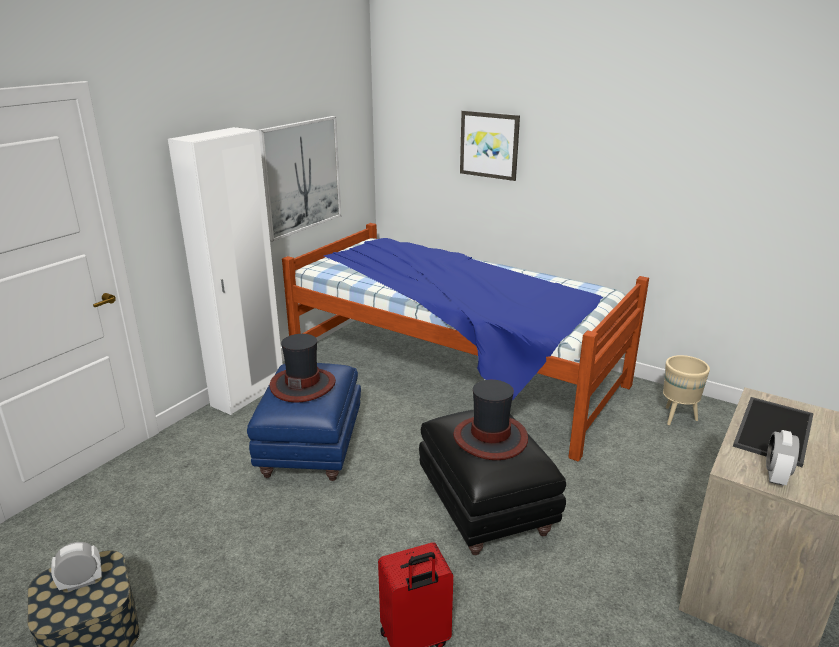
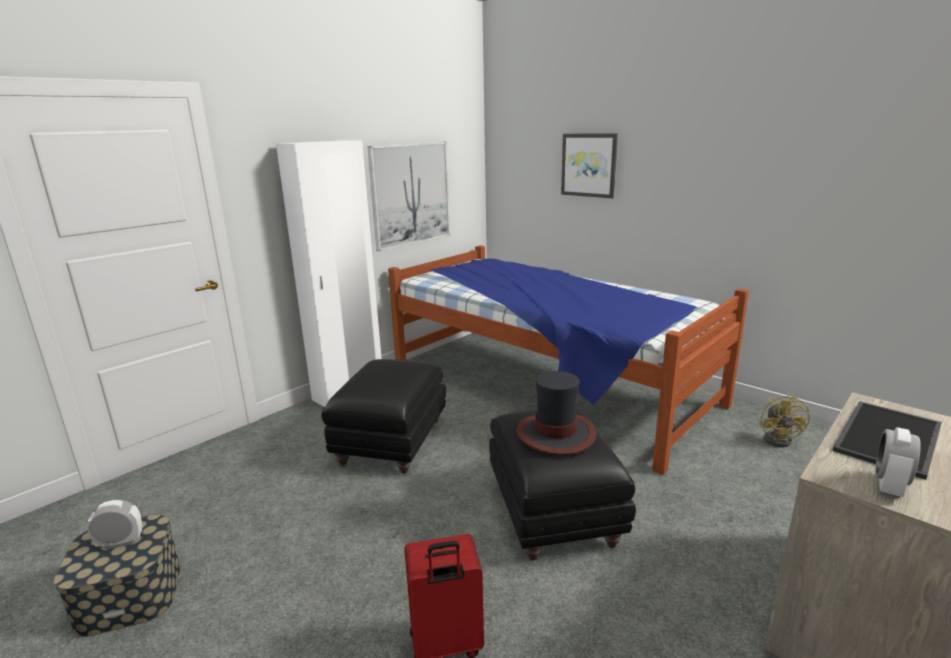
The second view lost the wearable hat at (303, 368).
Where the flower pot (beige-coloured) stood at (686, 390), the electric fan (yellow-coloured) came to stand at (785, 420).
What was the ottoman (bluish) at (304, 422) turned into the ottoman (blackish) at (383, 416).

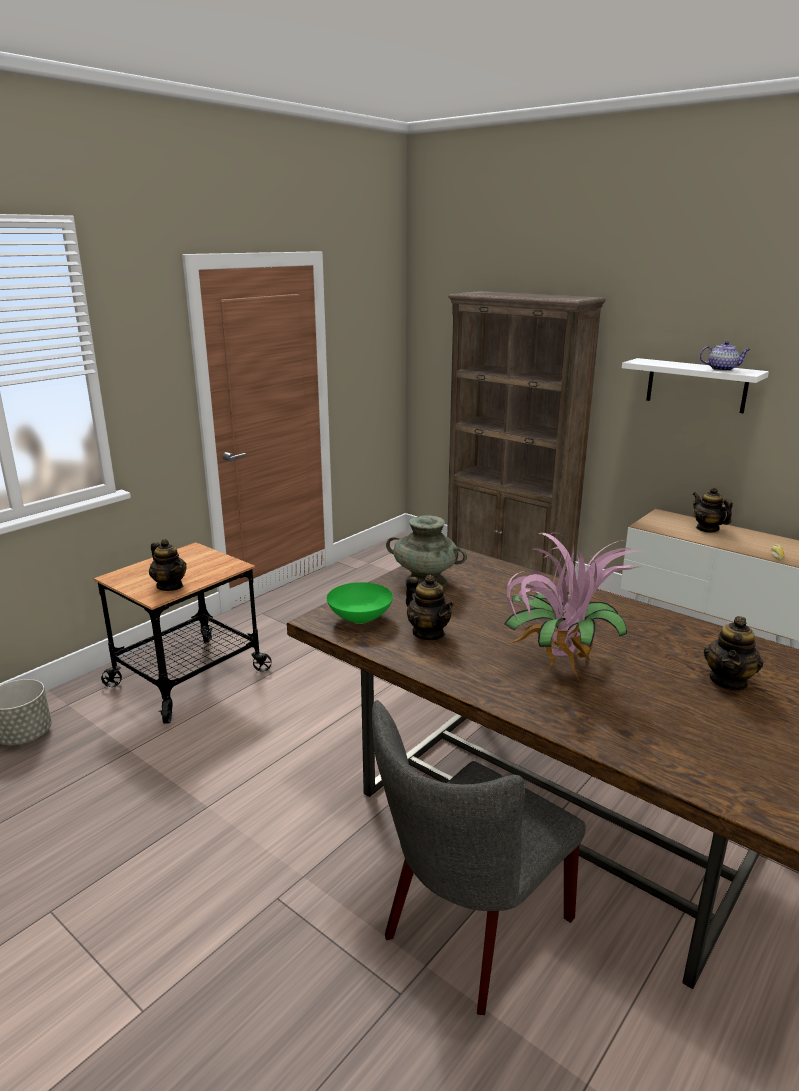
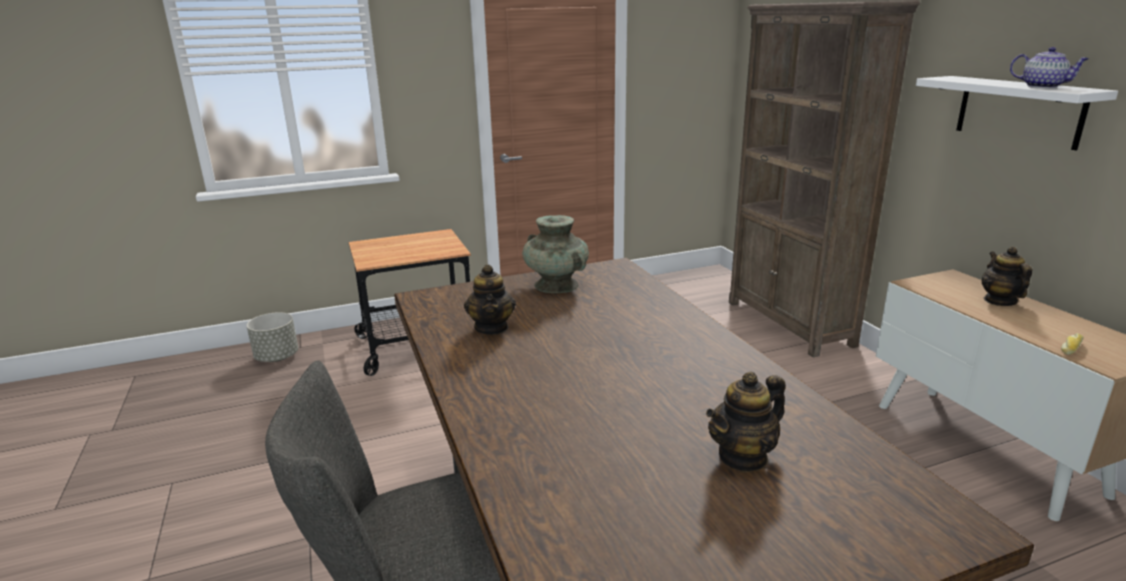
The second view lost the potted plant at (572, 606).
The second view lost the pot for tea at (168, 565).
The second view lost the bowl (greenish) at (360, 603).

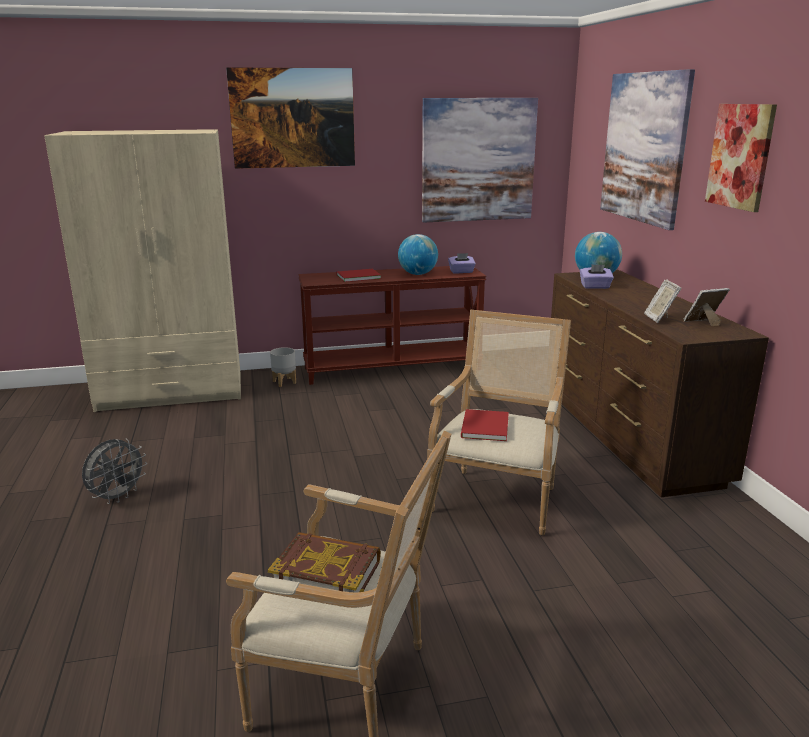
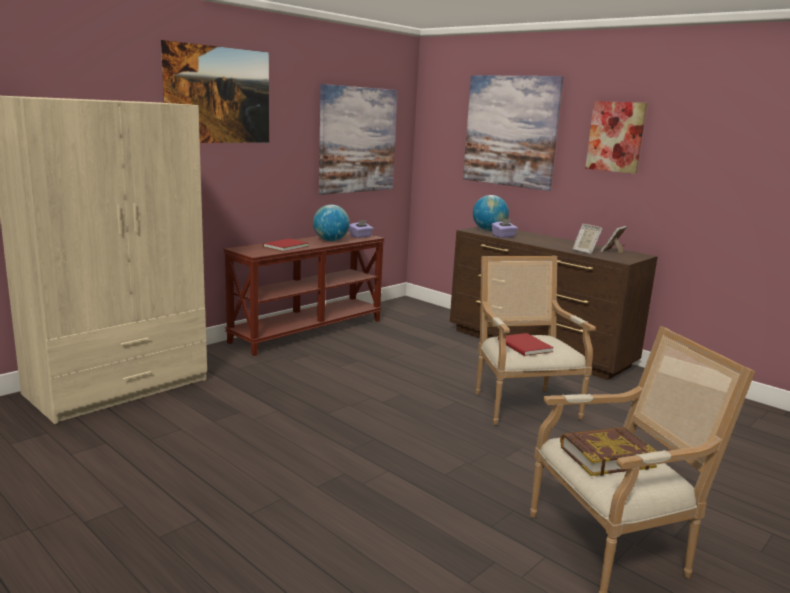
The second view lost the flower pot (gray) at (283, 367).
The second view lost the electric fan (gray) at (114, 471).

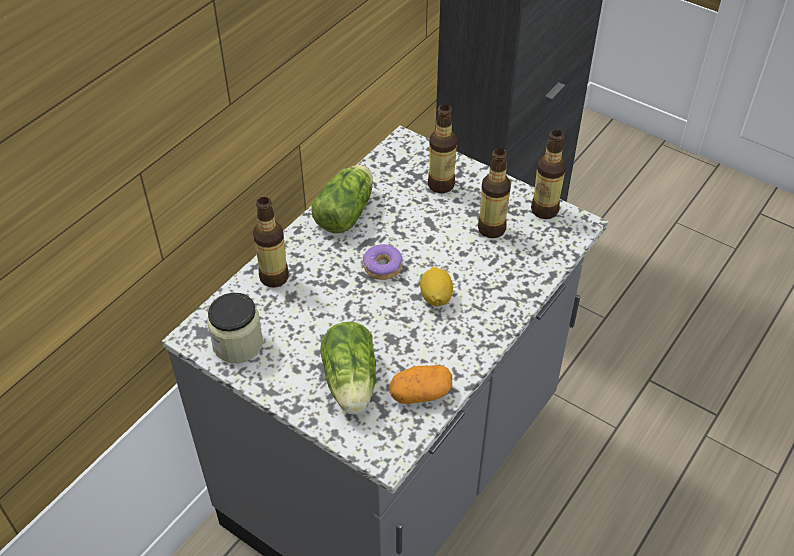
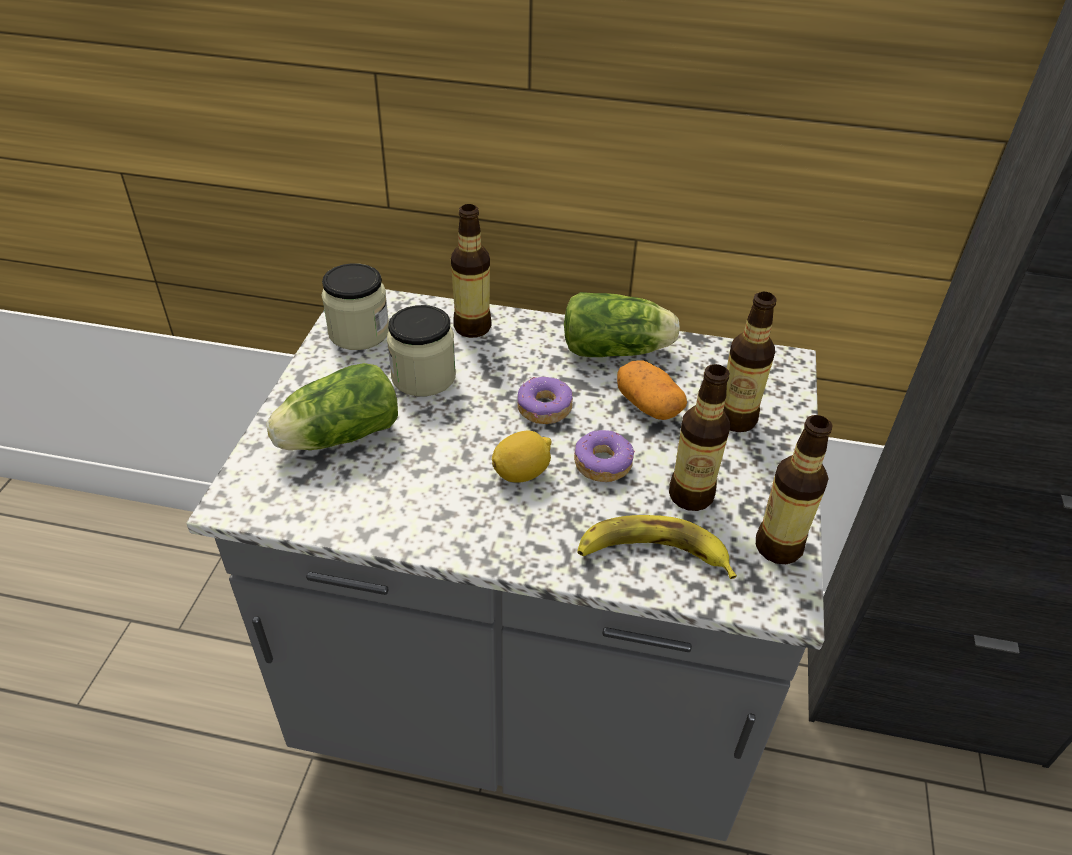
The potato ended up elsewhere, having gone from (420, 384) to (652, 390).
The second view gained the jar at (421, 350).
The second view gained the doughnut at (604, 456).
The second view gained the banana fruit at (657, 547).

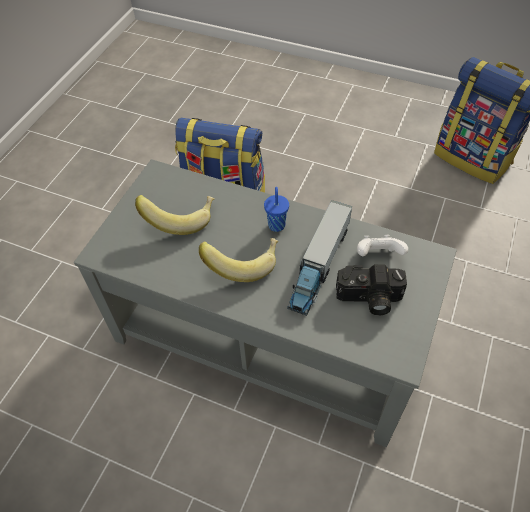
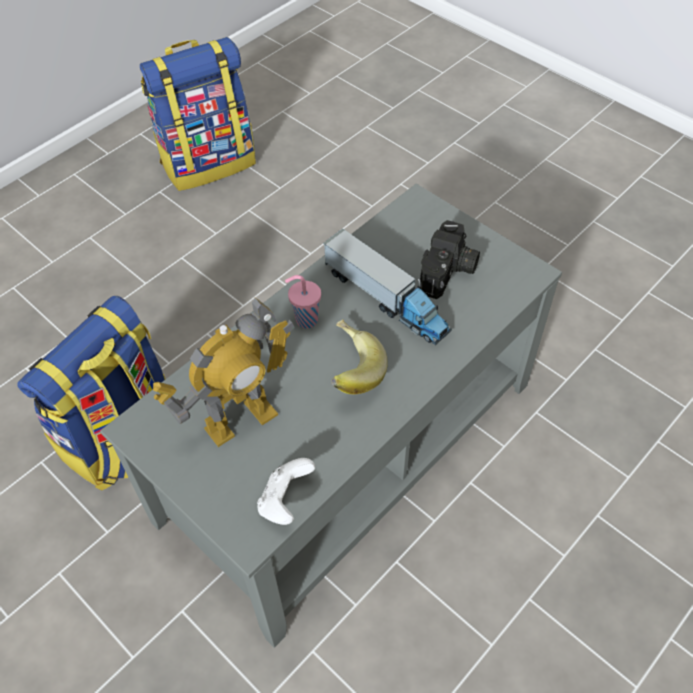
What was the cup (bluish) at (276, 209) turned into the cup (pink) at (303, 301).
Where the banana fruit stood at (174, 215), the robot figure came to stand at (224, 372).
The gamepad (white-coloured) ended up elsewhere, having gone from (382, 245) to (286, 491).

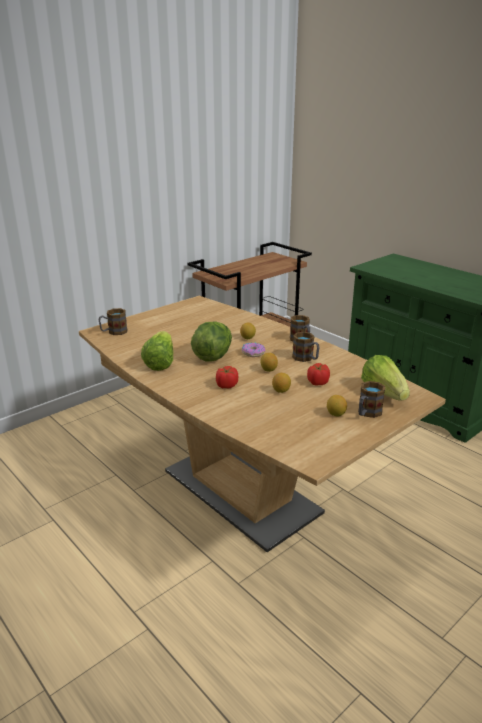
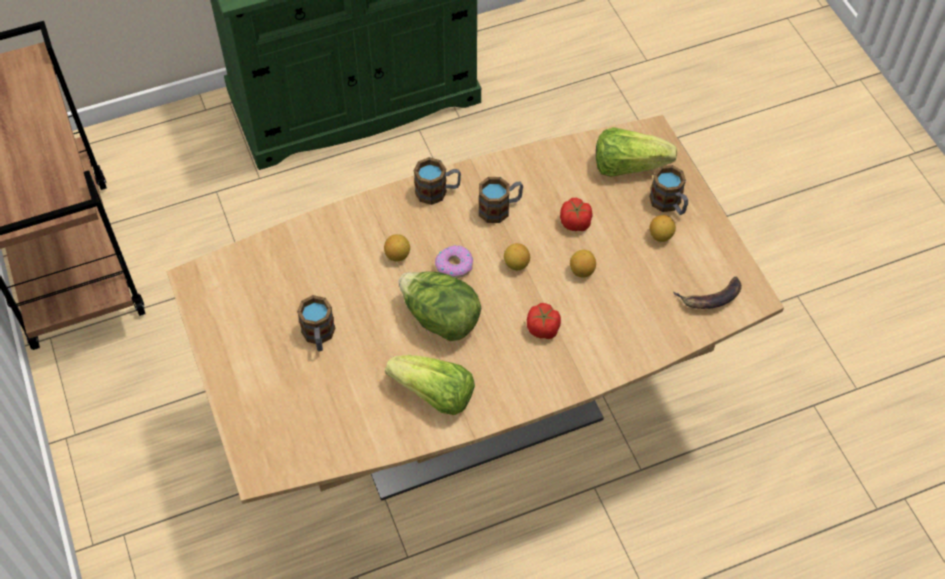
The mug ended up elsewhere, having gone from (113, 321) to (316, 323).
The second view gained the banana fruit at (707, 293).

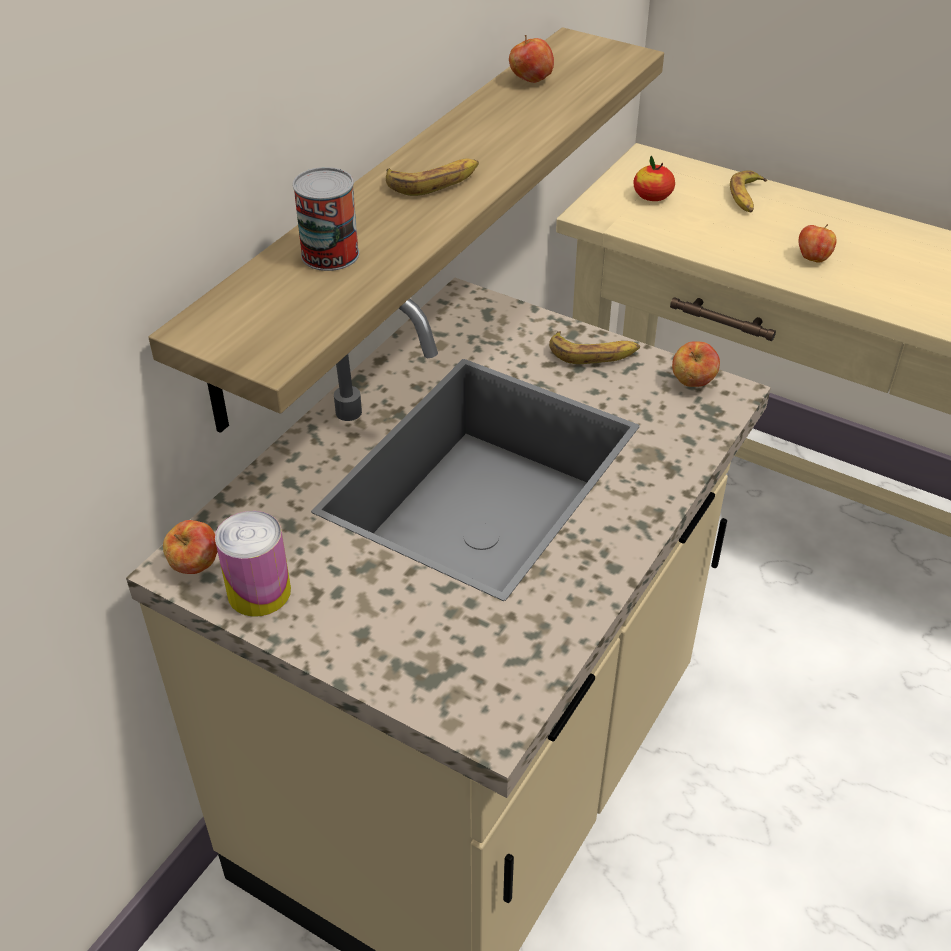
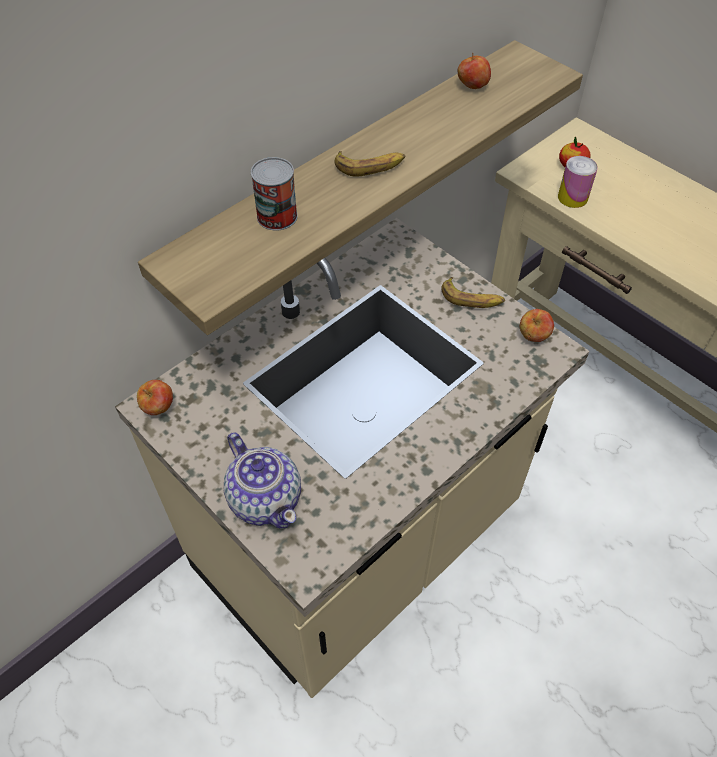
The second view lost the banana fruit at (748, 191).
The second view lost the apple fruit at (817, 243).
The sealed can ended up elsewhere, having gone from (253, 564) to (578, 182).
The second view gained the pot for tea at (262, 480).

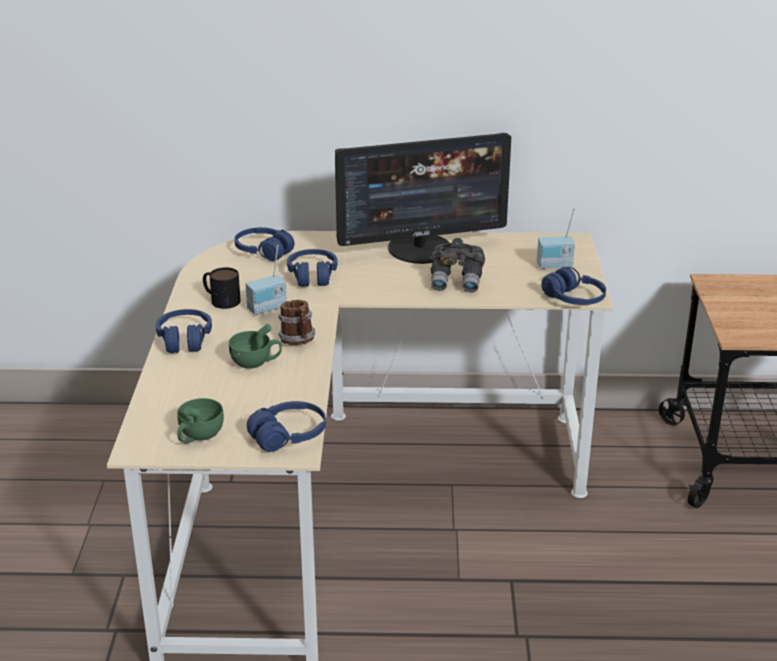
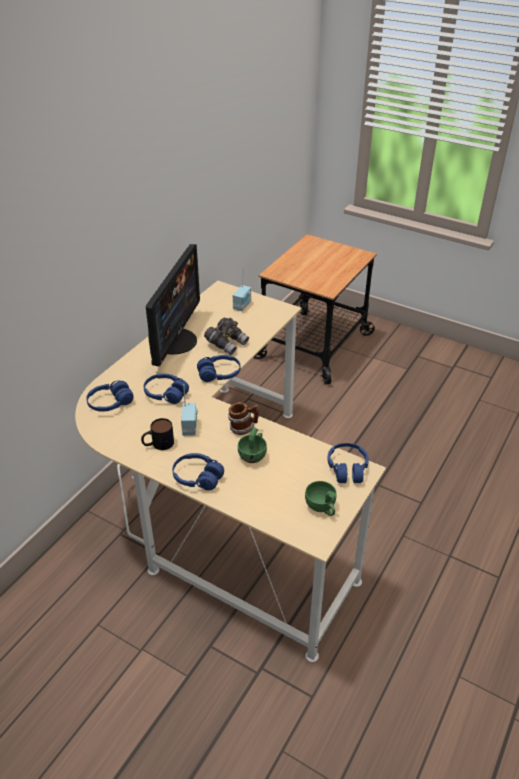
The pair of headphones (bluish) ended up elsewhere, having gone from (573, 286) to (219, 368).

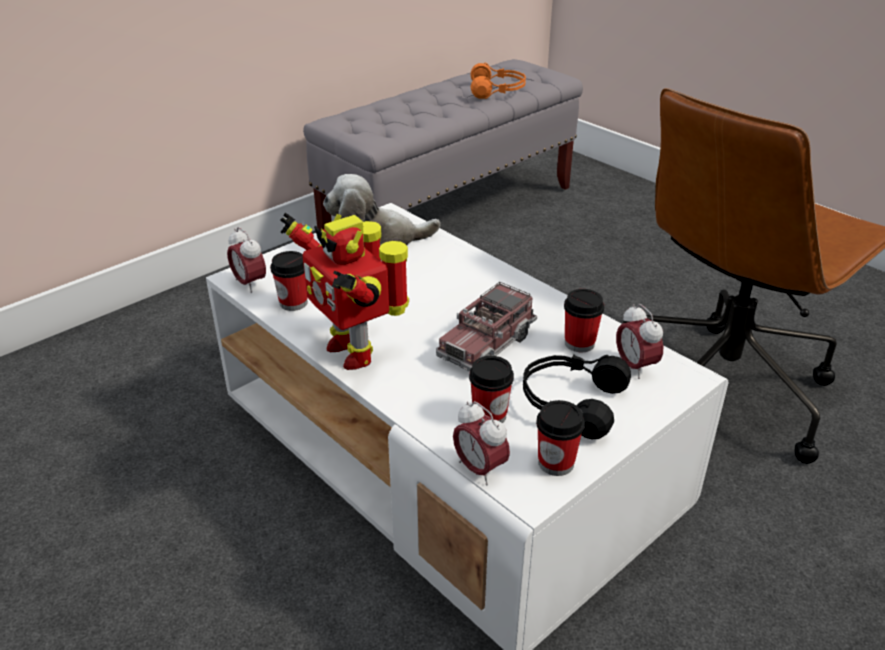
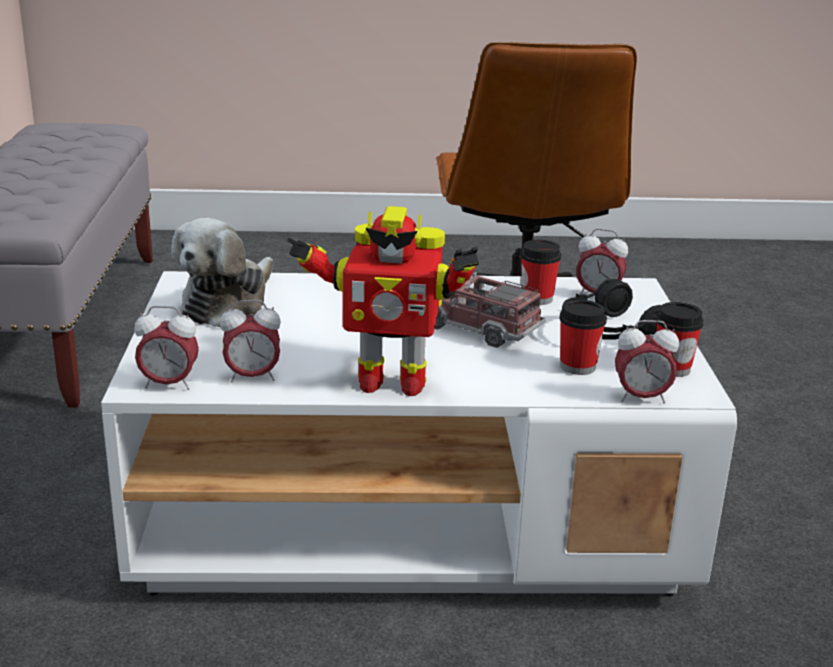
The second view lost the pair of headphones (orange) at (498, 80).
Where the cup stood at (289, 281), the table clock came to stand at (250, 341).
The toy lorry at (486, 327) ended up facing another way, 135 degrees clockwise from before.

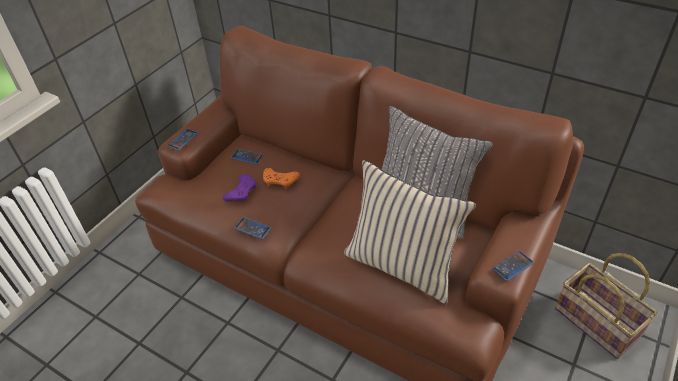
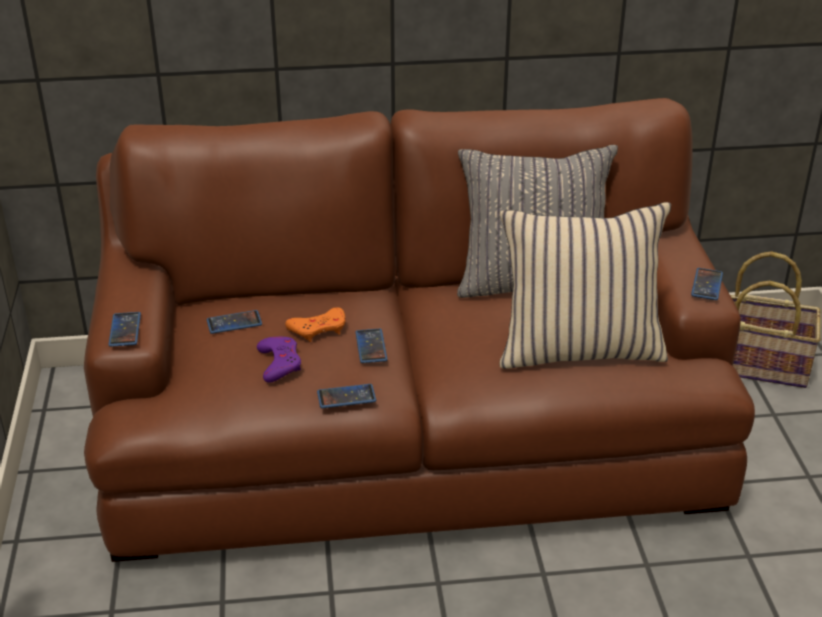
The second view gained the telephone at (371, 346).

